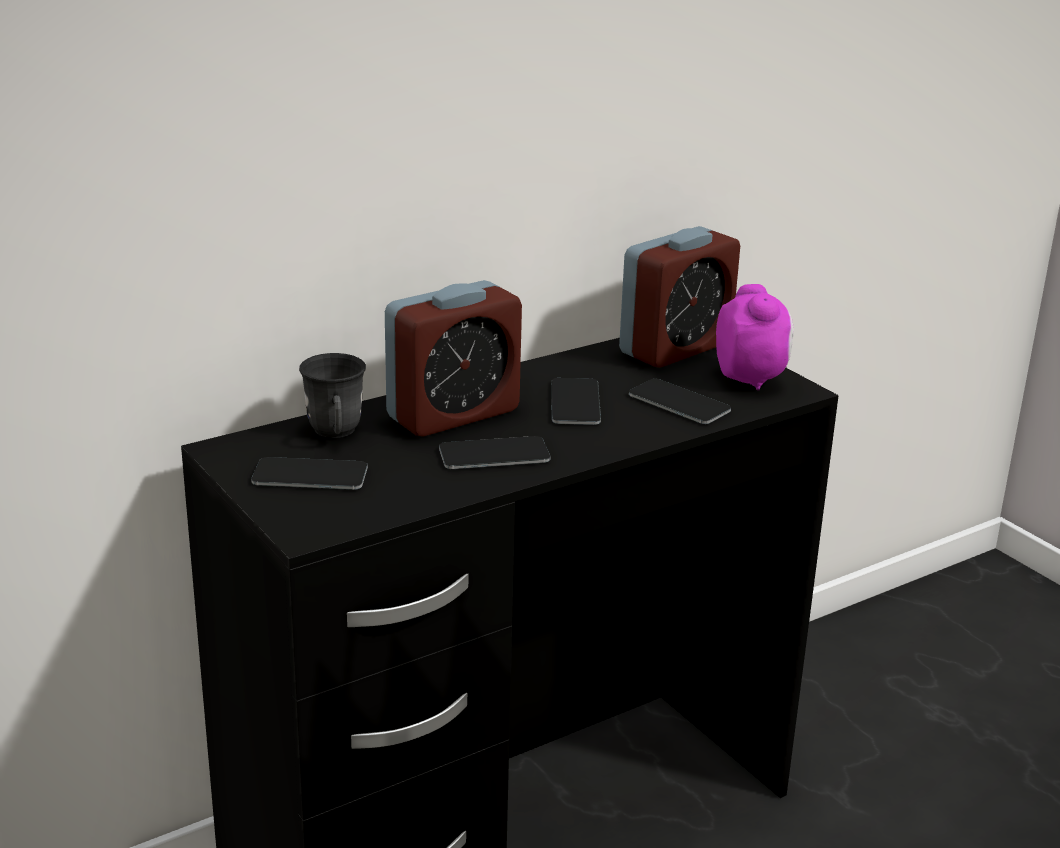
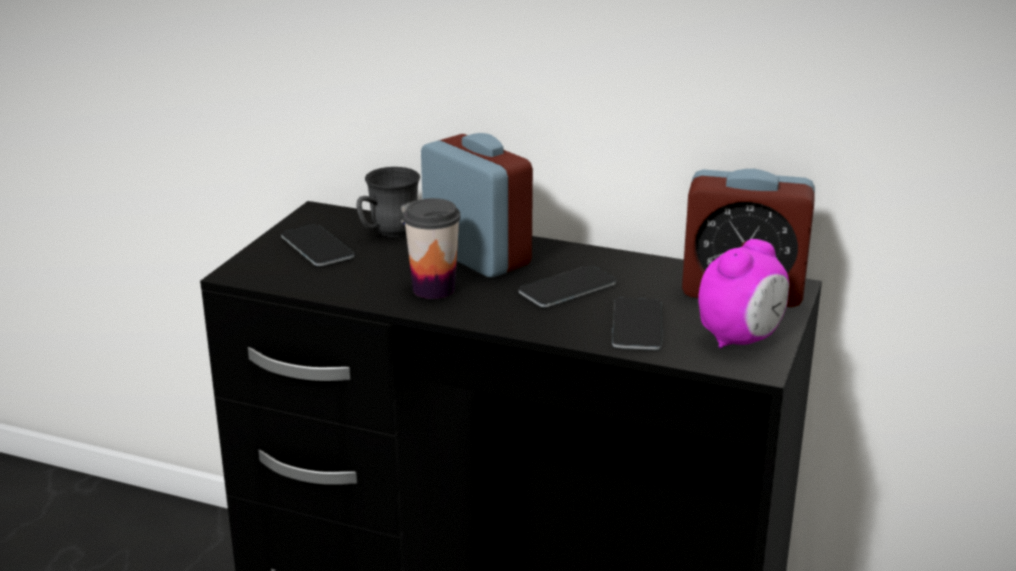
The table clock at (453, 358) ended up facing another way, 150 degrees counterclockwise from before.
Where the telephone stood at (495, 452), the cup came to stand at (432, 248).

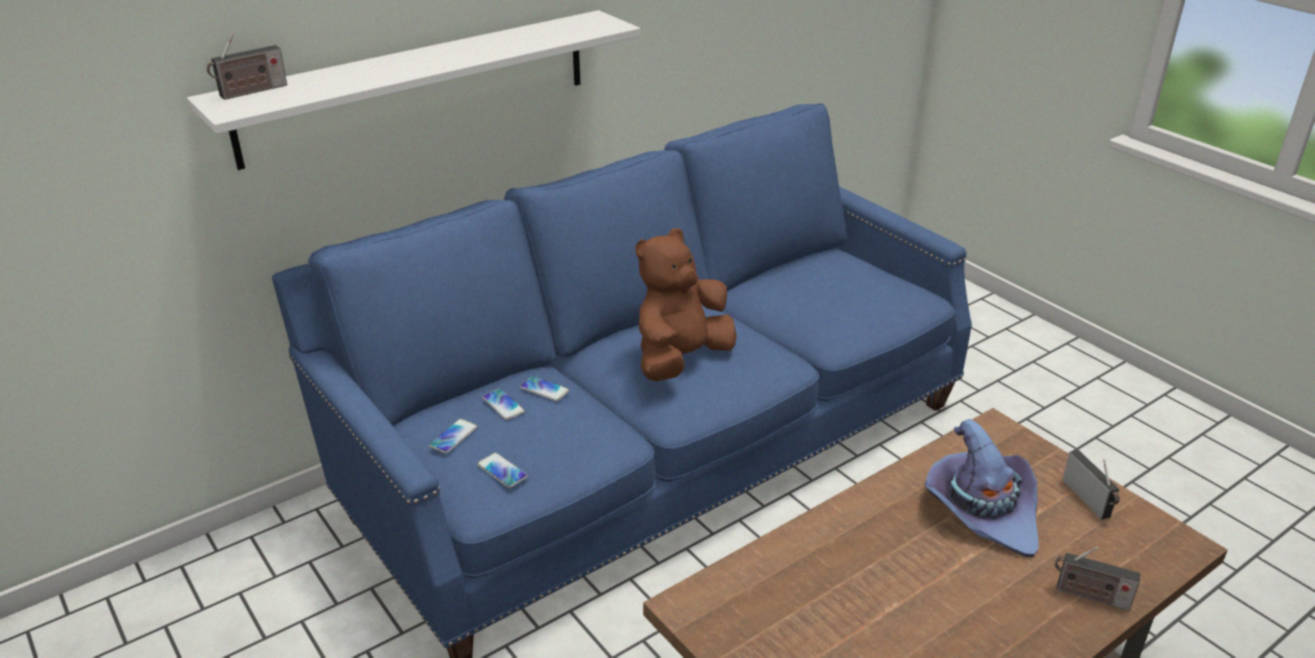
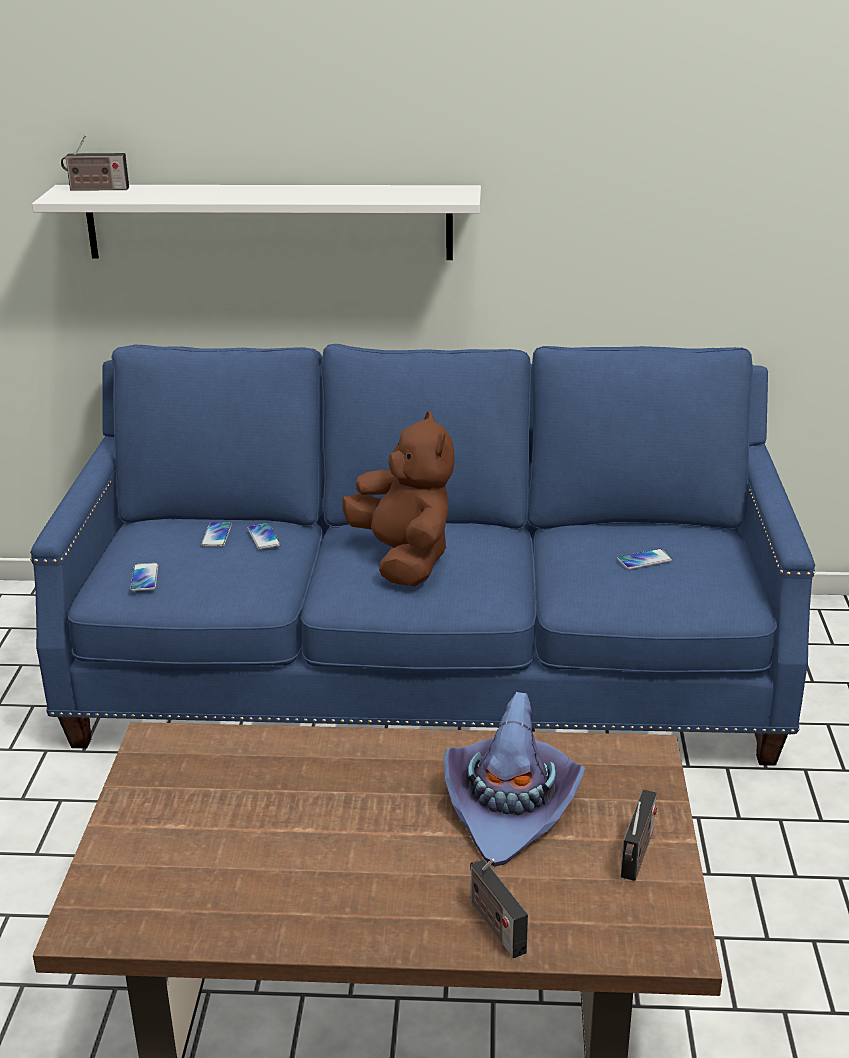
The cuddly toy (brown) at (686, 305) ended up facing another way, 75 degrees clockwise from before.
The telephone ended up elsewhere, having gone from (453, 436) to (644, 559).

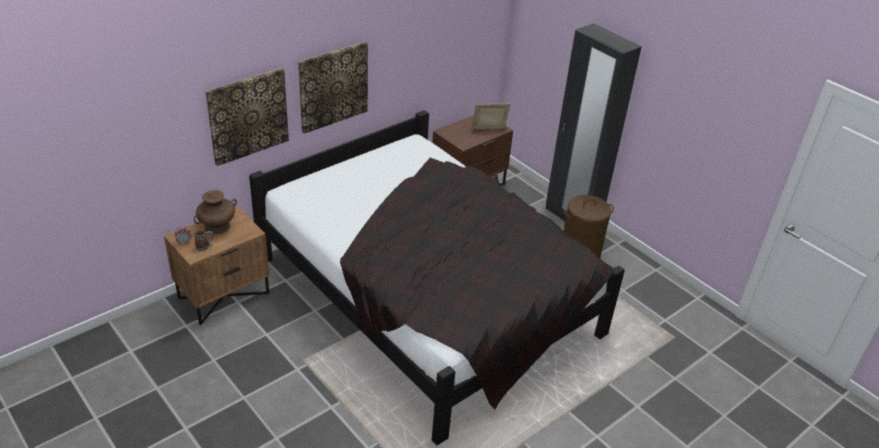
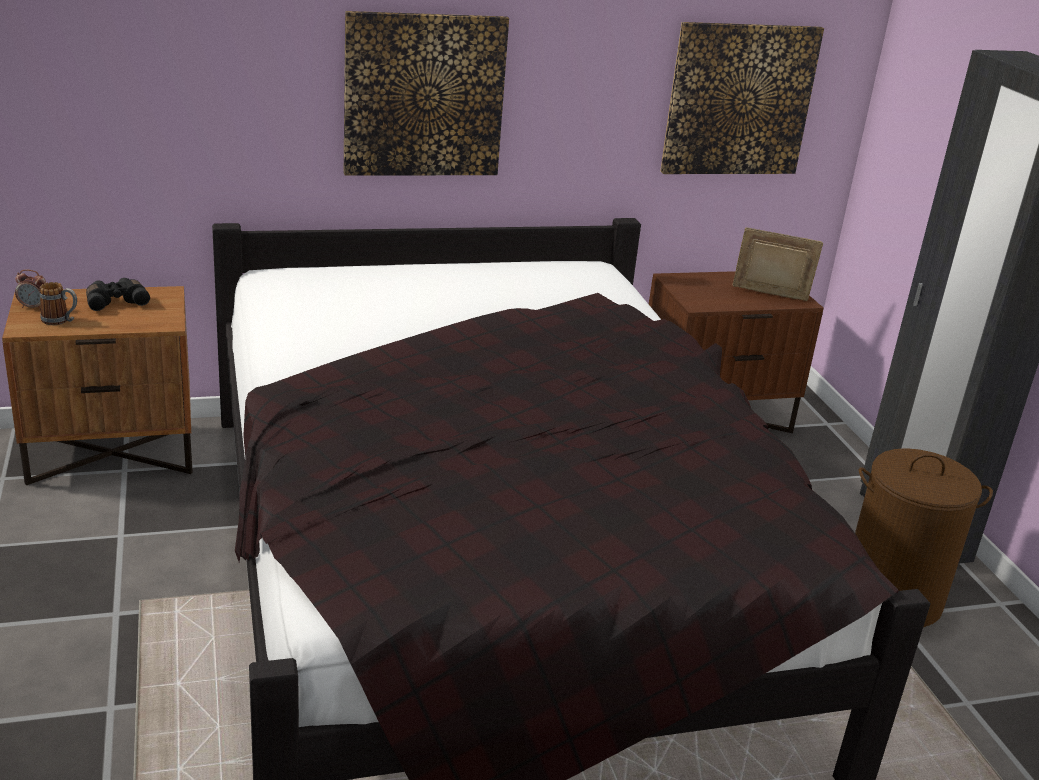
The wall art ended up elsewhere, having gone from (247, 117) to (742, 98).
Where the vase (brown) stood at (215, 212), the binoculars (blackish) came to stand at (118, 294).

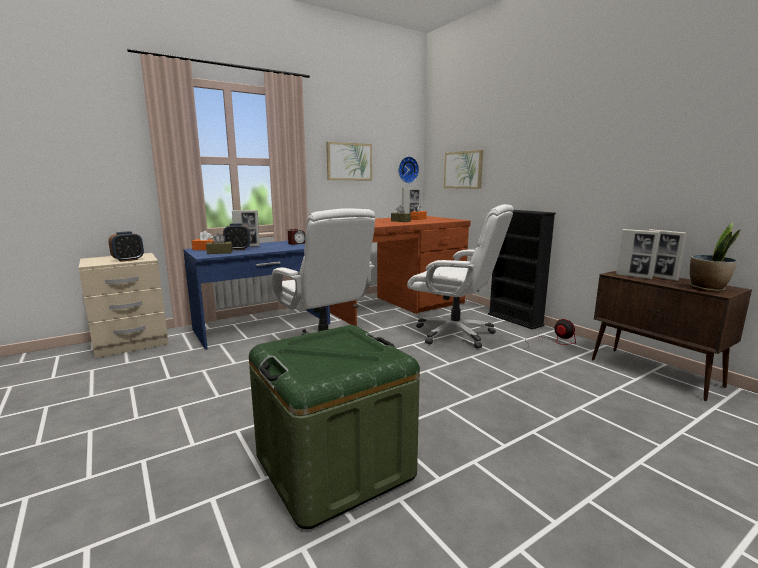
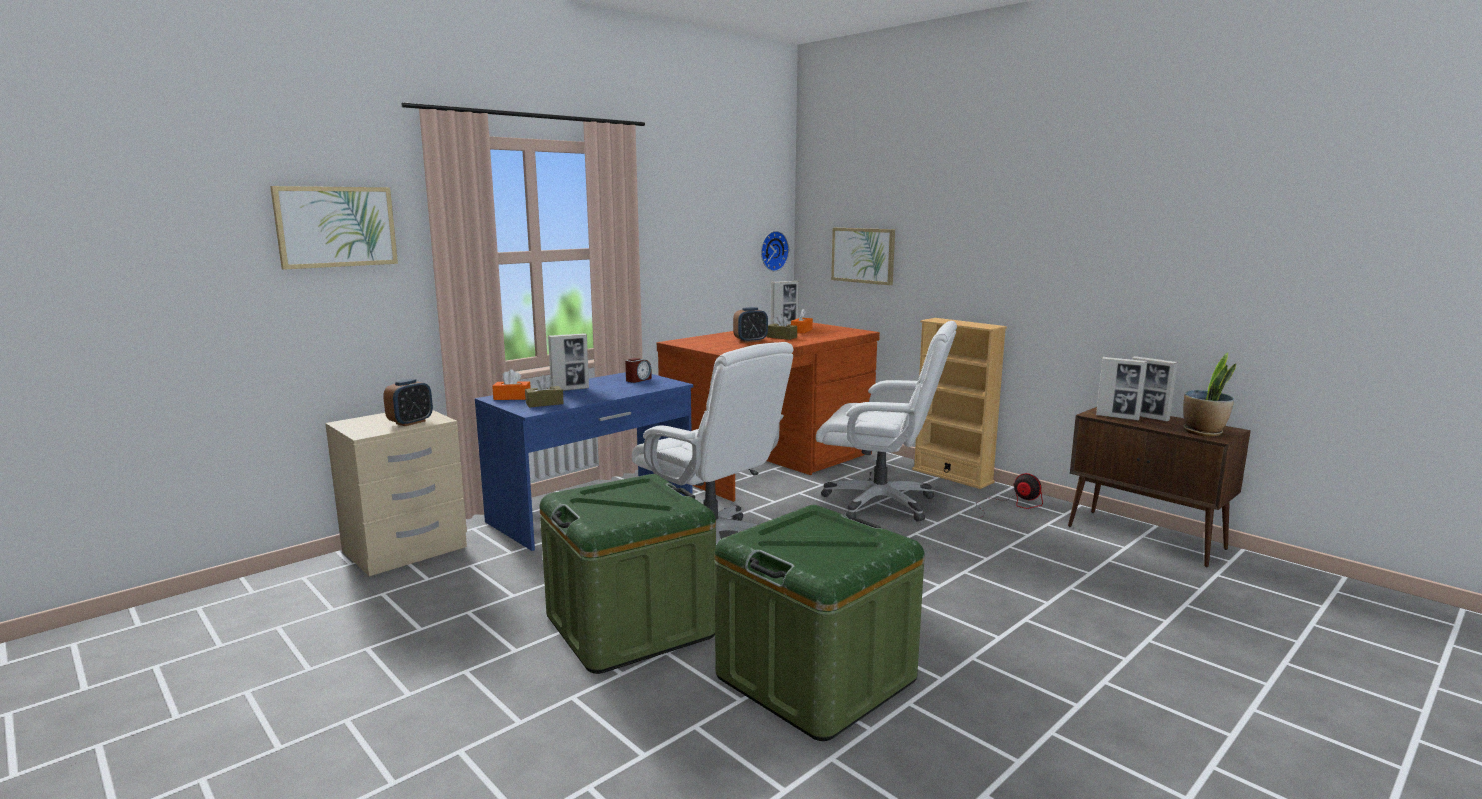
The wall art ended up elsewhere, having gone from (349, 161) to (334, 228).
What was the bookcase (blackish) at (522, 269) turned into the bookcase (beige-coloured) at (959, 403).
The table clock ended up elsewhere, having gone from (236, 236) to (750, 325).
The second view gained the storage bin (greenish) at (628, 574).

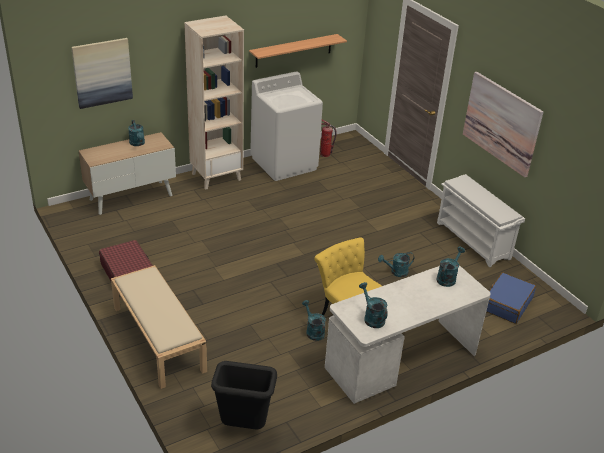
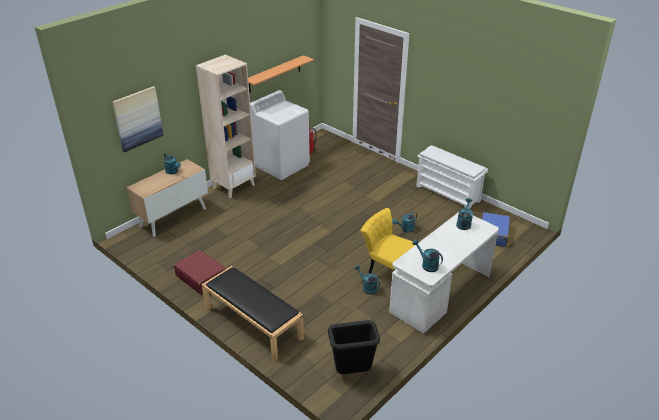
The second view lost the wall art at (503, 124).
What was the long seat (beige-coloured) at (159, 327) turned into the long seat (blackish) at (253, 313).

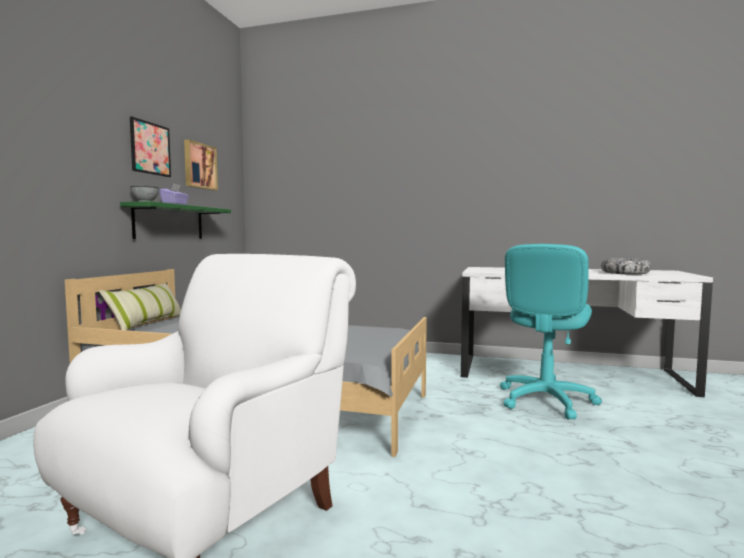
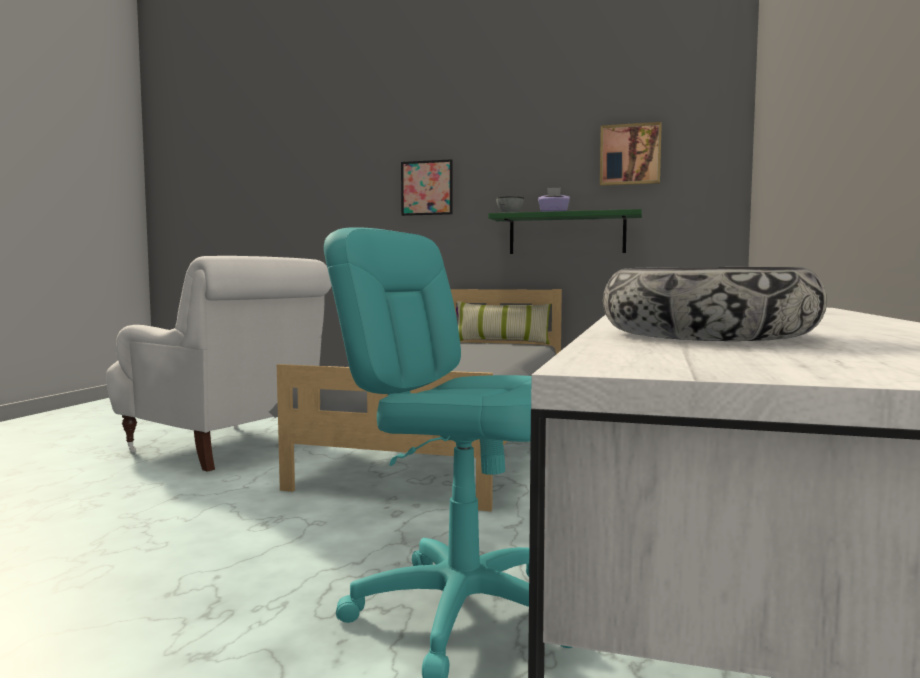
The wall art ended up elsewhere, having gone from (150, 146) to (427, 187).

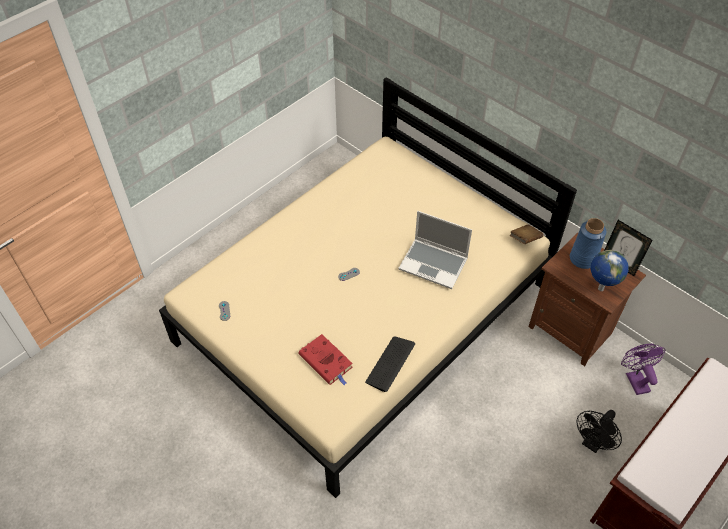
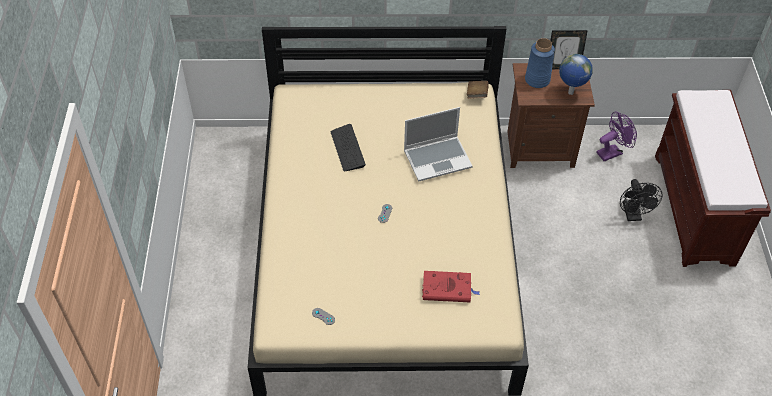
The keyboard ended up elsewhere, having gone from (390, 364) to (348, 148).
The electric fan (purple) at (643, 369) ended up facing another way, 120 degrees clockwise from before.

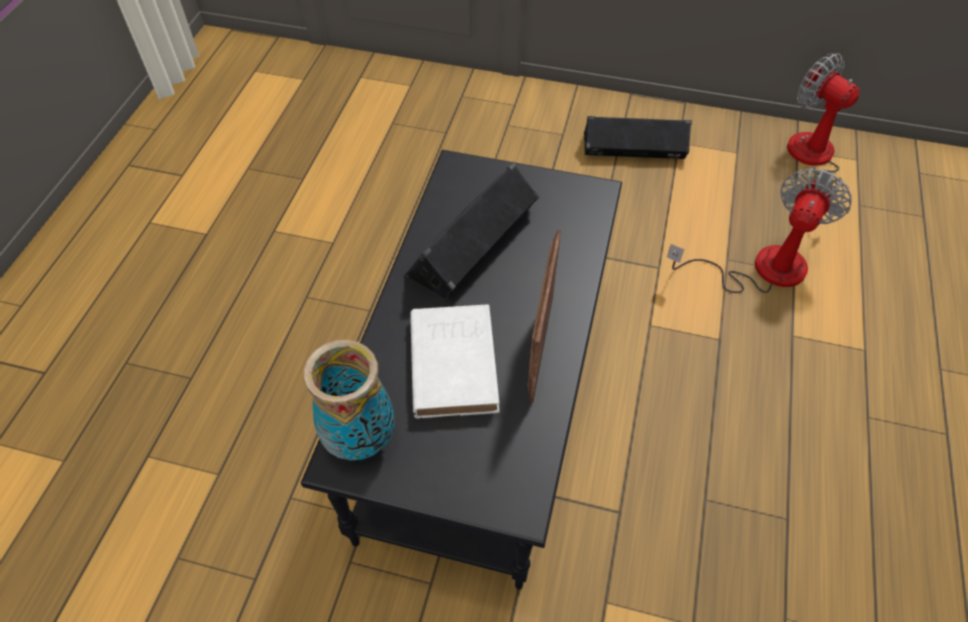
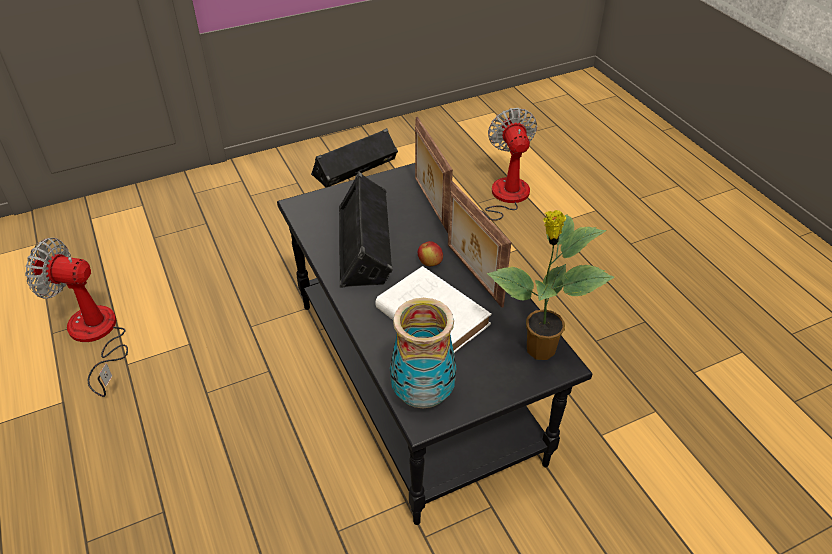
The electric fan ended up elsewhere, having gone from (823, 127) to (76, 317).
The second view gained the picture frame at (434, 175).
The second view gained the potted plant at (551, 285).
The second view gained the apple fruit at (430, 253).

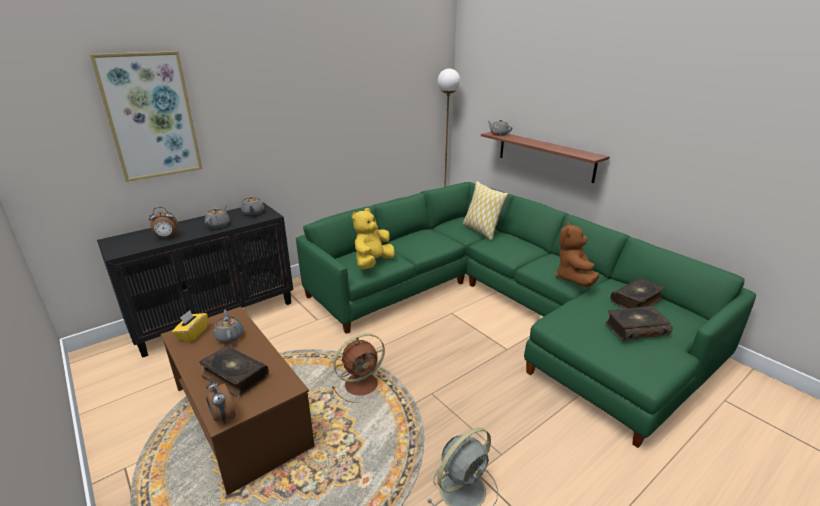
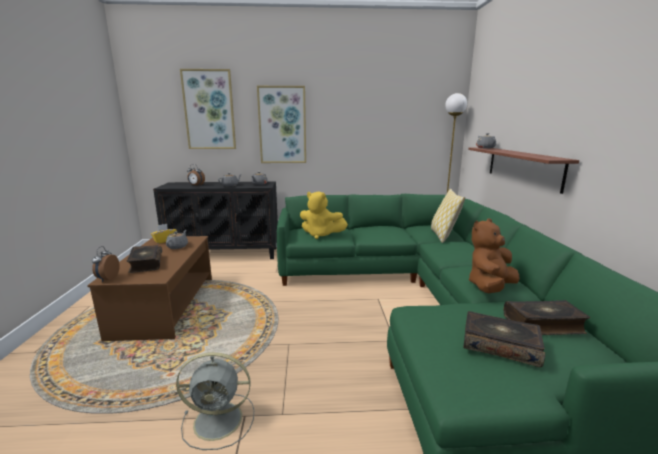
The cuddly toy (yellow-coloured) at (373, 239) ended up facing another way, 135 degrees counterclockwise from before.
The second view lost the electric fan (brown) at (358, 368).
The second view gained the wall art at (281, 124).

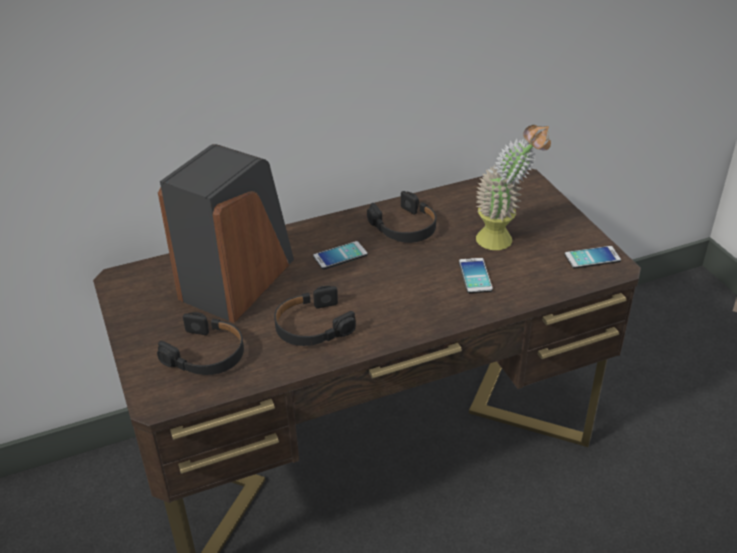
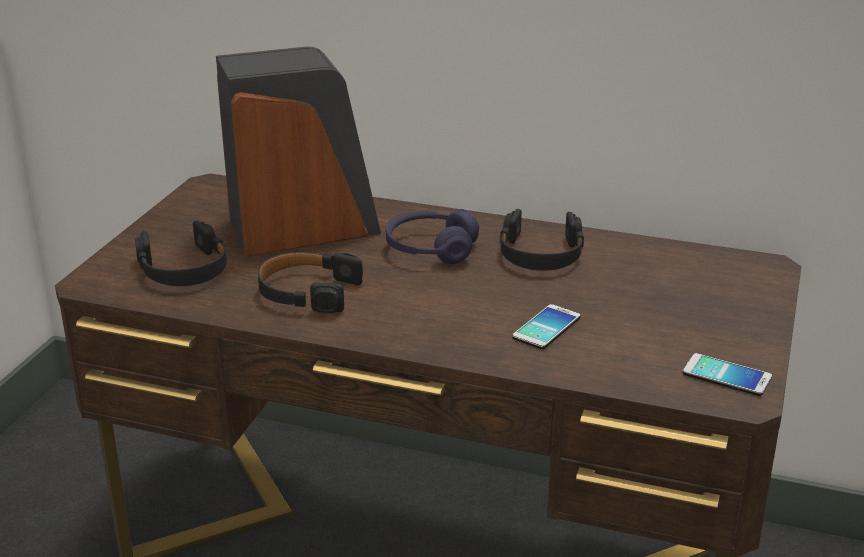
The second view lost the potted plant at (513, 187).
Where the telephone stood at (340, 255), the pair of headphones (purple) came to stand at (432, 236).

